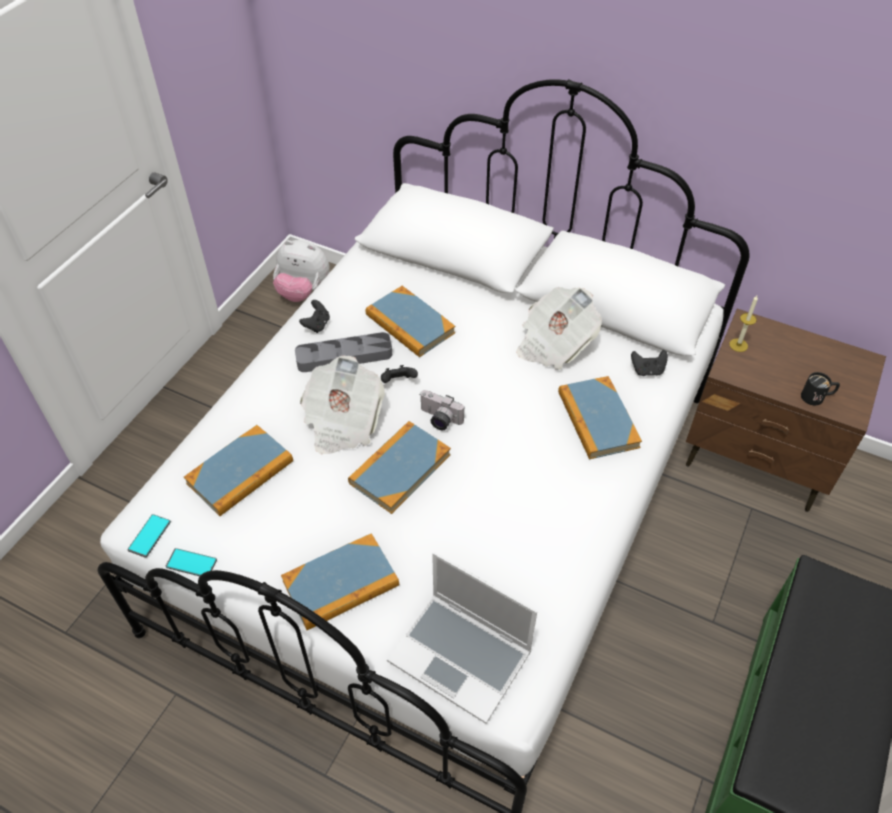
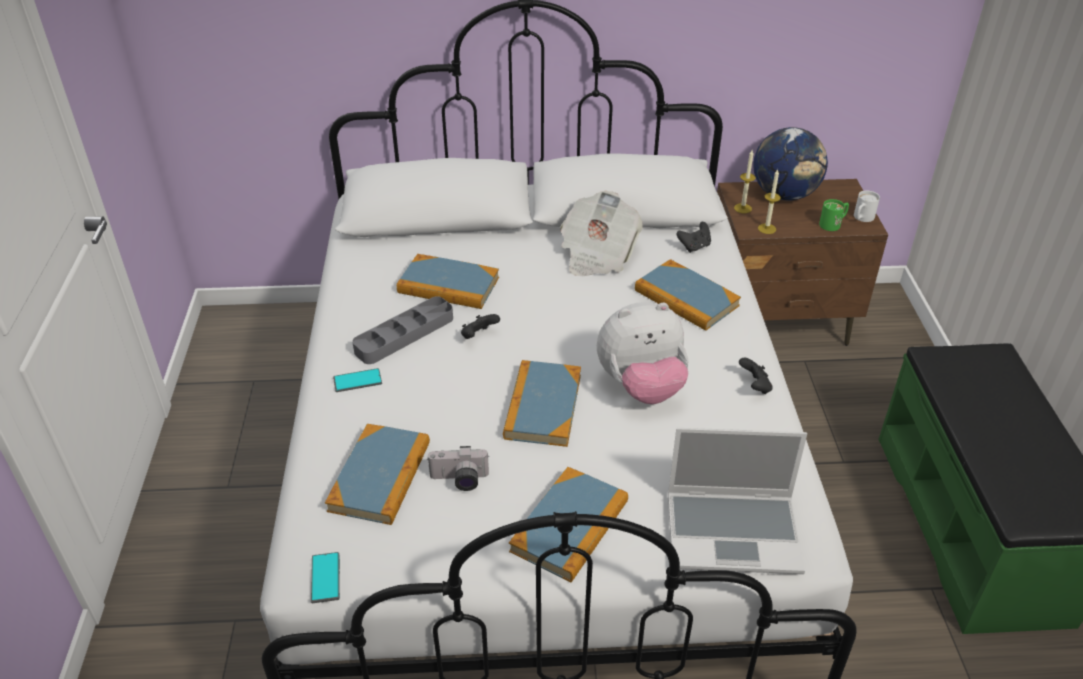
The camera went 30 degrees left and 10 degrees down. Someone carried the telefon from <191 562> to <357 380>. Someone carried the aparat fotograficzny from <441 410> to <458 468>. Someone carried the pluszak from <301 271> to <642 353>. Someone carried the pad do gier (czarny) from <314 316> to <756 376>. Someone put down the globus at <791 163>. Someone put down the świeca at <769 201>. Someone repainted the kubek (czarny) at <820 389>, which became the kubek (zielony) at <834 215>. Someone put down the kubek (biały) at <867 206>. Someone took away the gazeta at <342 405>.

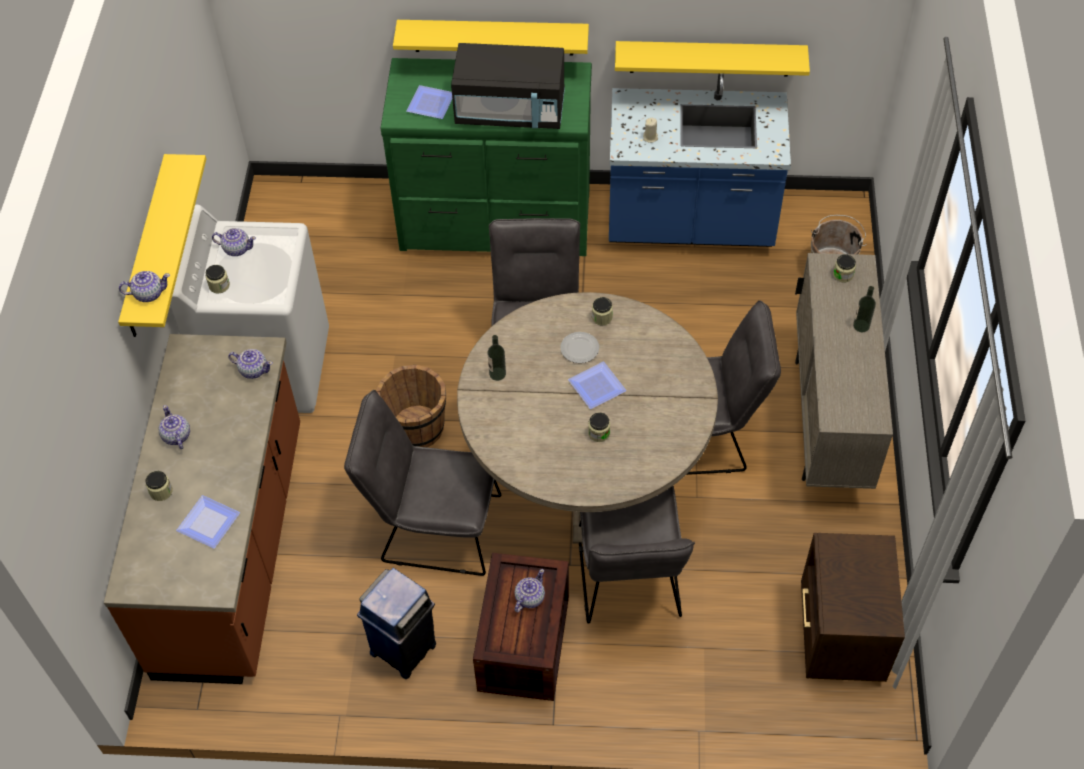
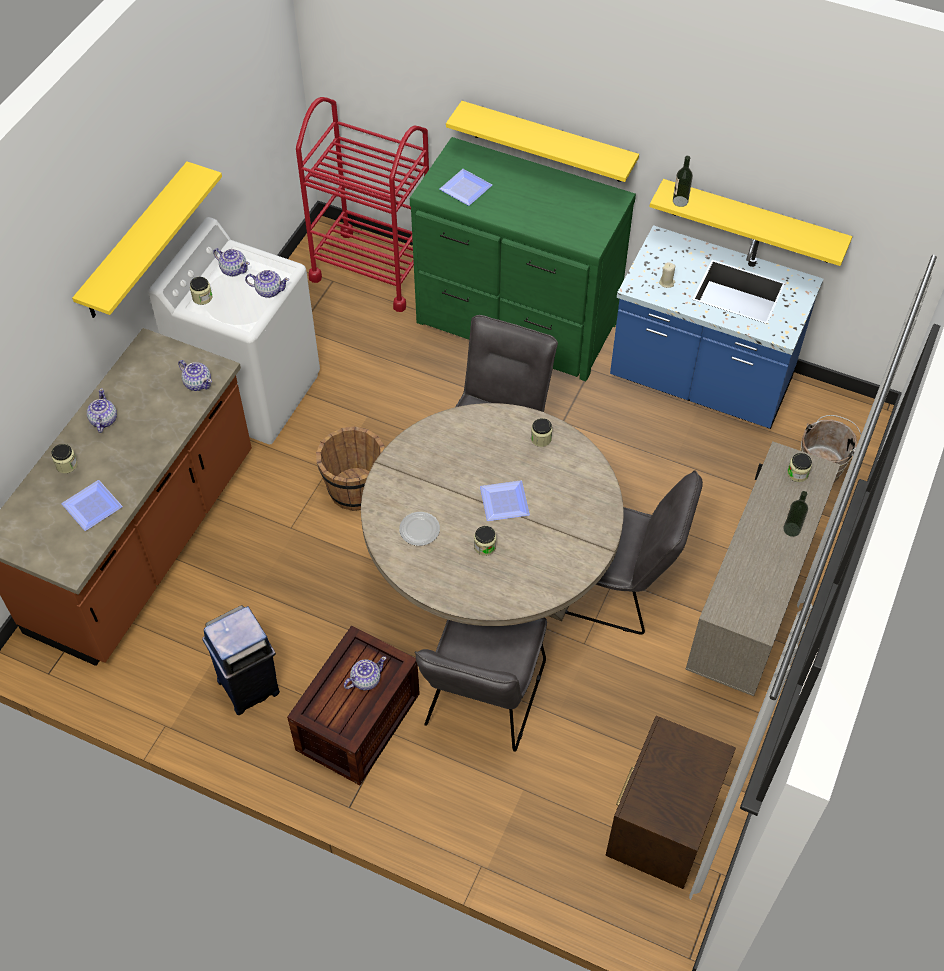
The camera went 20 degrees right and 0 degrees up. Someone carried the imbryk from <144 286> to <267 284>. Someone put down the wózek (czerwony) at <362 204>. Someone carried the talerz from <579 347> to <419 529>. Someone carried the butelka from <496 358> to <683 181>. Someone took away the krzesło (szary) at <422 483>. Someone took away the mikrofalówka (czarny) at <508 86>.

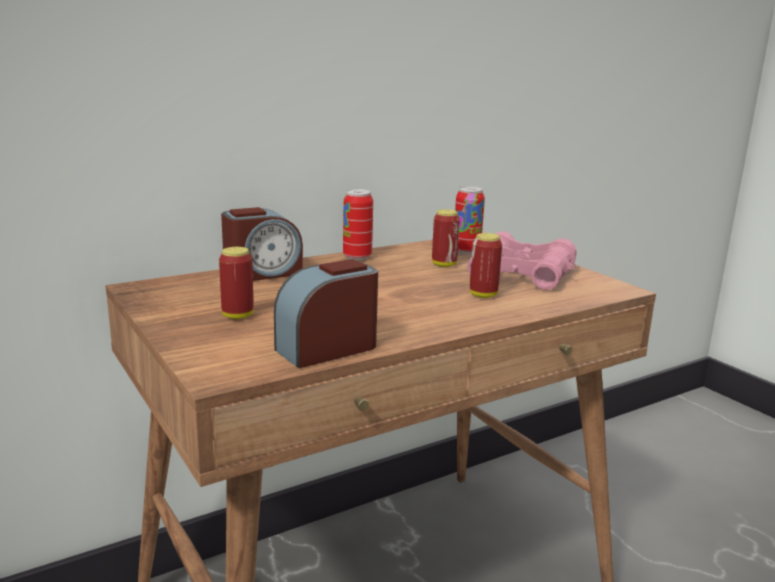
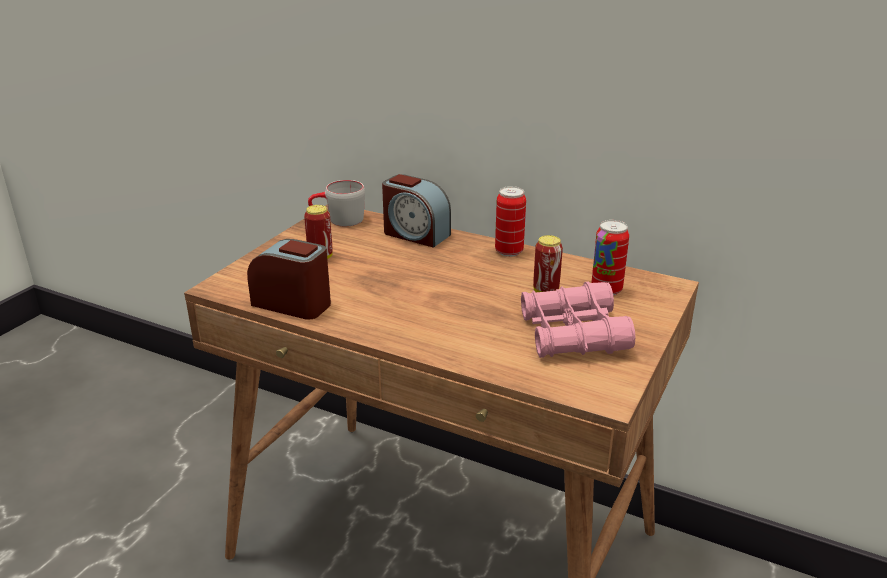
The camera went 60 degrees right and 10 degrees up. Someone put down the kubek (szary) at <336 203>. Someone took away the puszka at <486 265>.

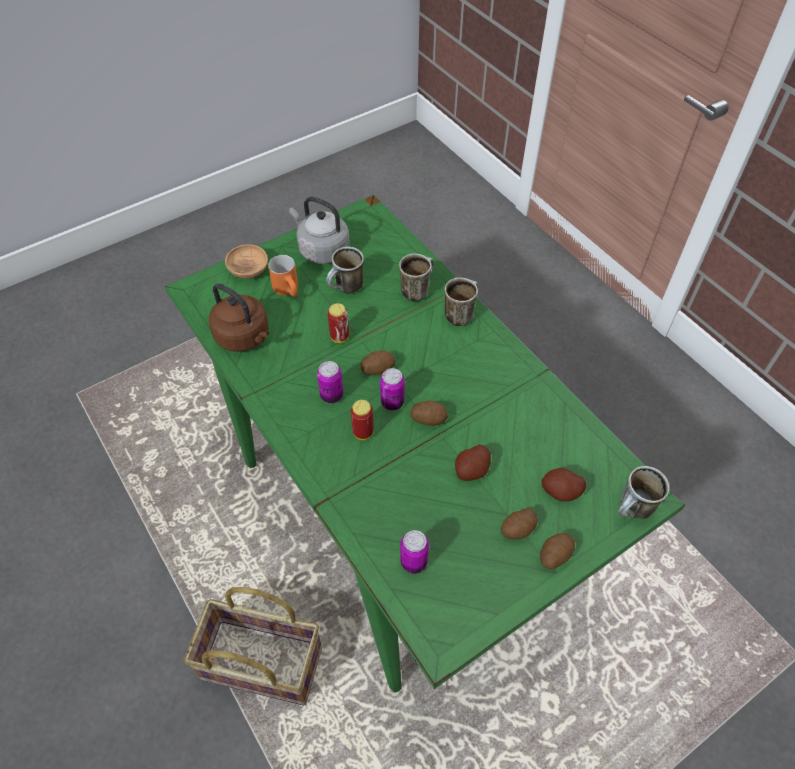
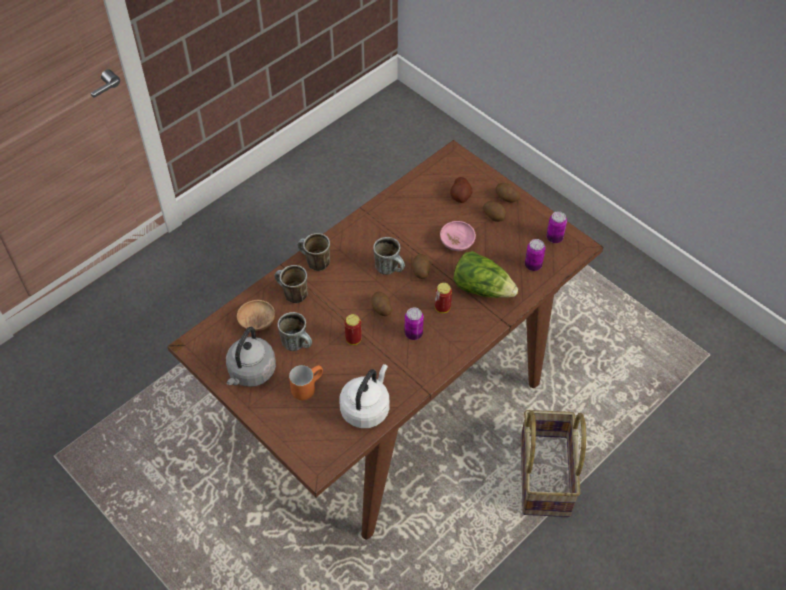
The camera went 100 degrees left and 0 degrees up. Someone repainted the stół jadalny (zielony) at <425 443>, which became the stół jadalny (brązowy) at <385 340>. Someone carried the miska (brązowy) from <246 261> to <256 315>. Someone repainted the czajnik (brązowy) at <239 317>, which became the czajnik (biały) at <364 396>. Someone carried the kubek from <644 492> to <389 256>. Someone swapped the ziemniak at <473 463> for the miska (różowy) at <458 236>. Someone put down the sałata at <486 274>. Someone carried the puszka from <392 389> to <556 227>.

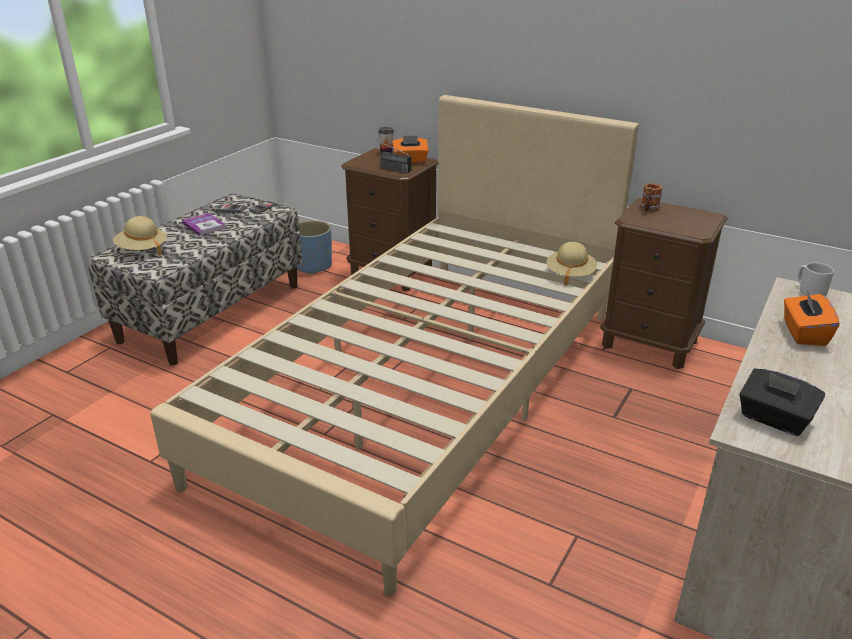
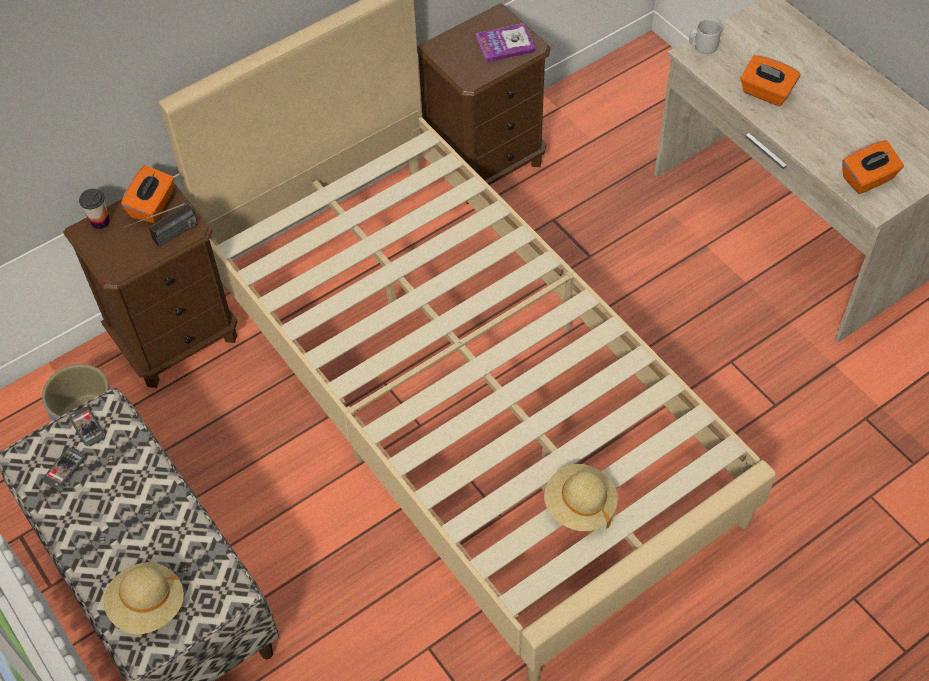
The camera went 65 degrees left and 25 degrees up. Someone carried the książka from <204 224> to <506 43>. Someone carried the kapelusz (beżowy) from <572 264> to <581 497>. Someone repainted the pudełko chusteczek (czarny) at <782 402>, which became the pudełko chusteczek (pomarańczowy) at <873 167>. Someone took away the kubek at <651 197>.

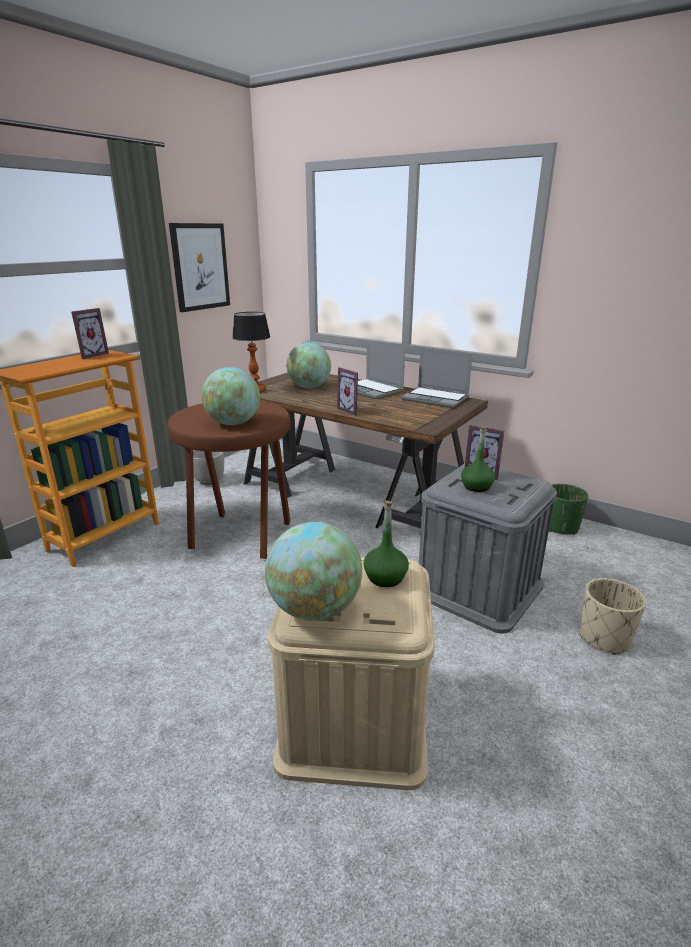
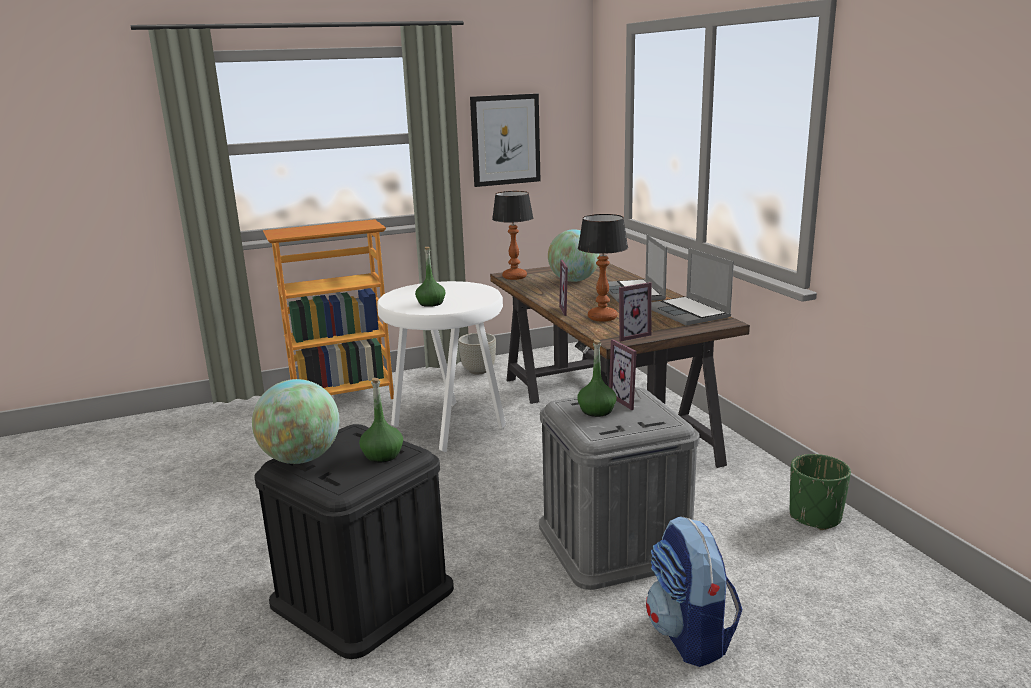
The camera went 35 degrees right and 5 degrees down. Someone repainted the pojemnik do przechowywania (beżowy) at <351 673>, which became the pojemnik do przechowywania (czarny) at <354 541>. Someone repainted the stołek (brązowy) at <229 480>, which became the stołek (biały) at <441 366>. Someone swapped the globus at <230 396> for the butelka (zielony) at <430 277>. Someone put down the lampa stołowa at <603 268>. Someone carried the ramka na zdjęcie from <90 333> to <635 311>. Someone swapped the donica (beżowy) at <613 616> for the plecak at <694 591>.

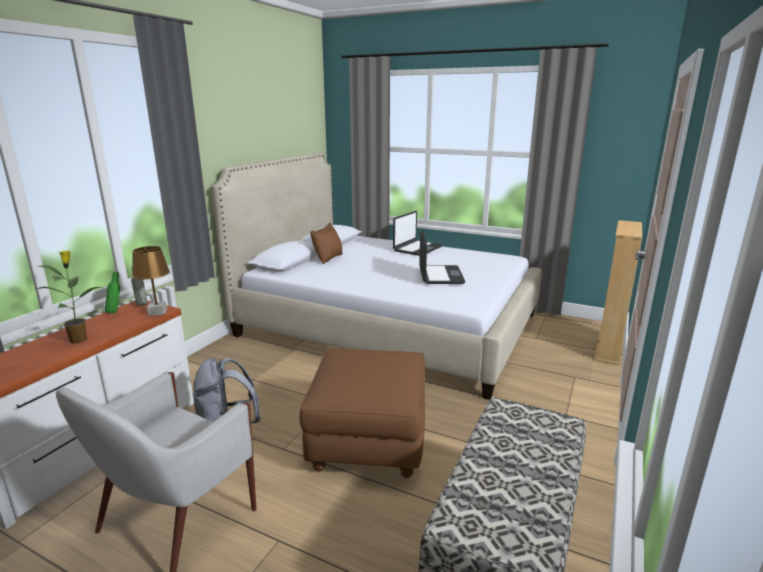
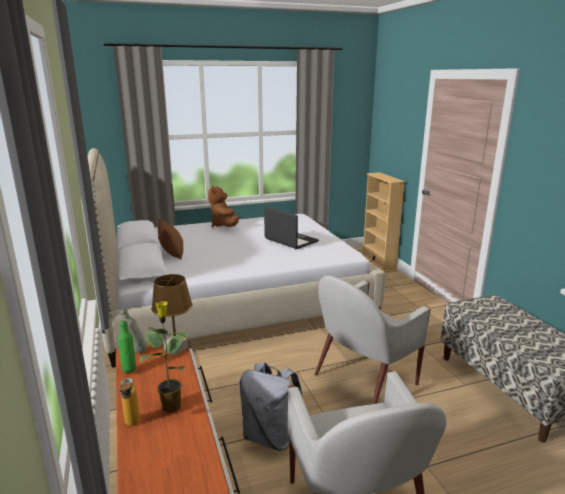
The camera went 45 degrees left and 0 degrees up. Someone put down the butelka at <129 402>. Someone swapped the laptop at <417 233> for the pluszak (brązowy) at <223 206>. Someone swapped the pufa (brązowy) at <362 413> for the fotel (biały) at <373 339>.

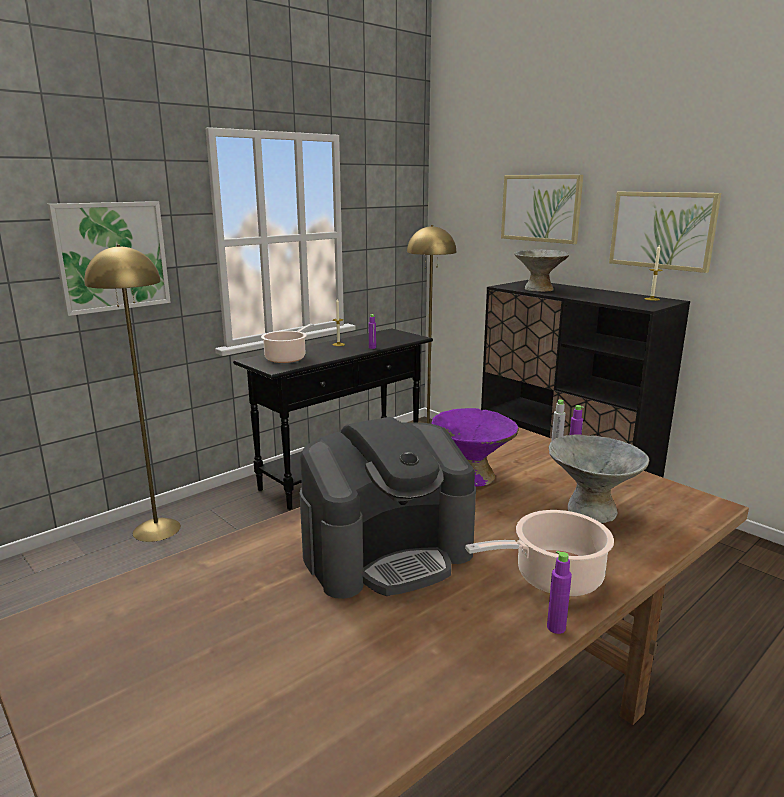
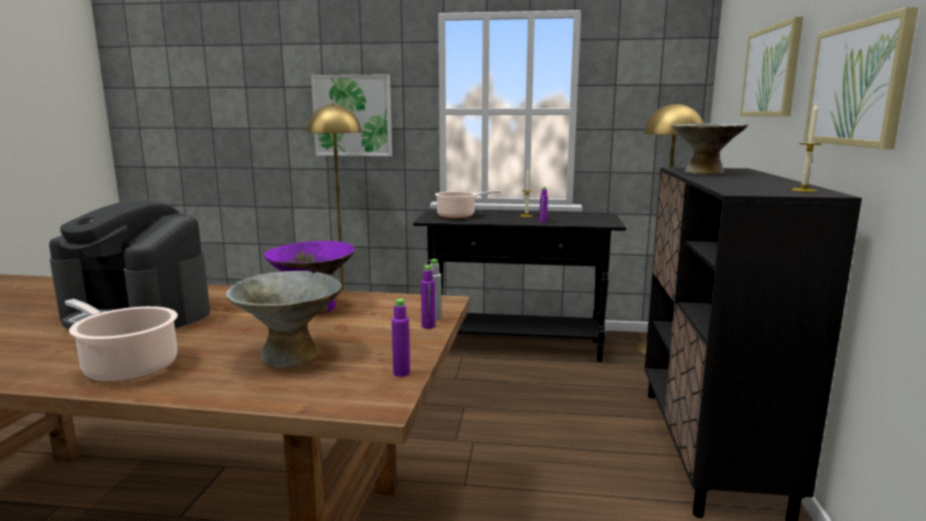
The camera went 50 degrees right and 5 degrees down. Someone carried the butelka (fioletowy) from <559 592> to <401 337>.

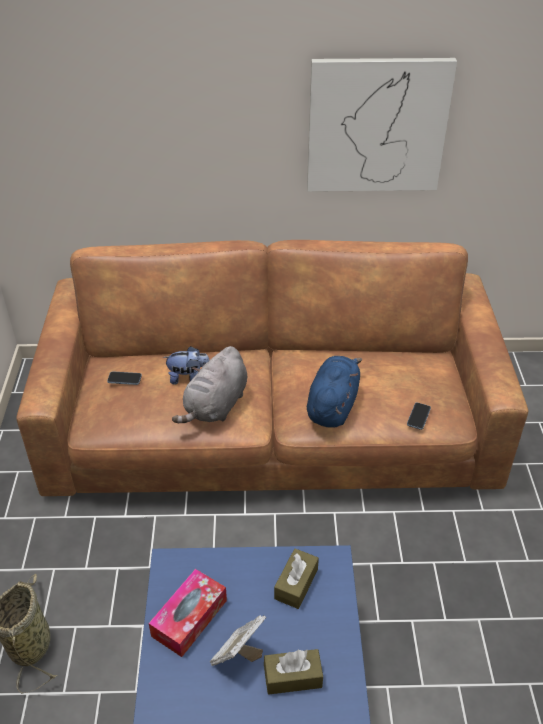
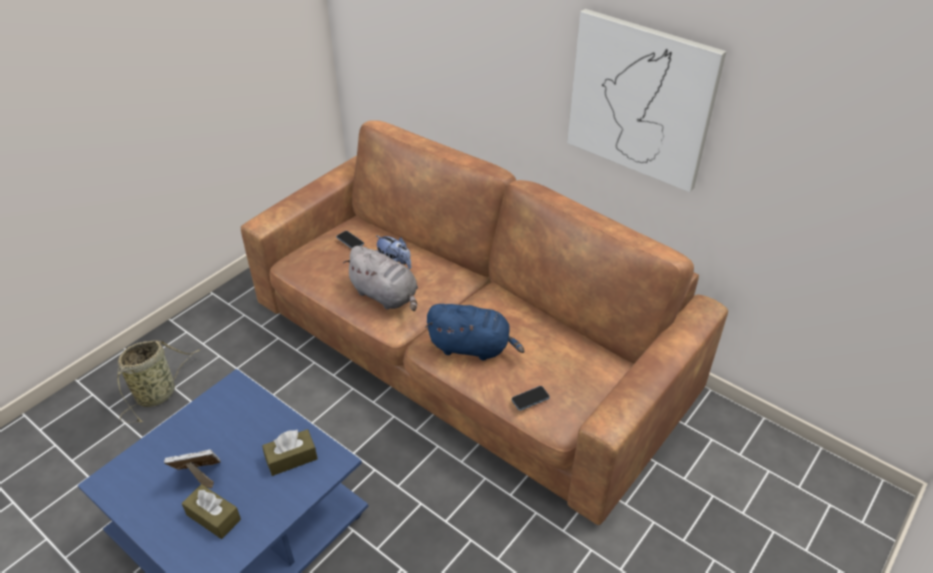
The camera went 40 degrees right and 0 degrees up. Someone rotated the pluszak (szary) at <209 384> by 120 degrees counterclockwise. Someone rotated the pluszak (niebieski) at <334 392> by 45 degrees clockwise. Someone took away the pudełko chusteczek at <188 613>.

